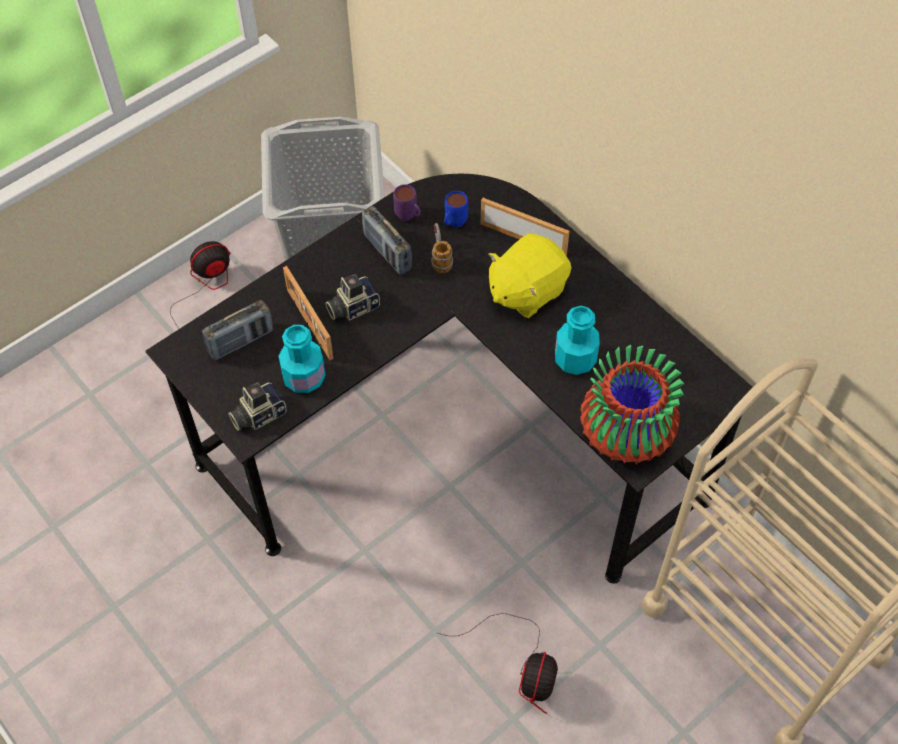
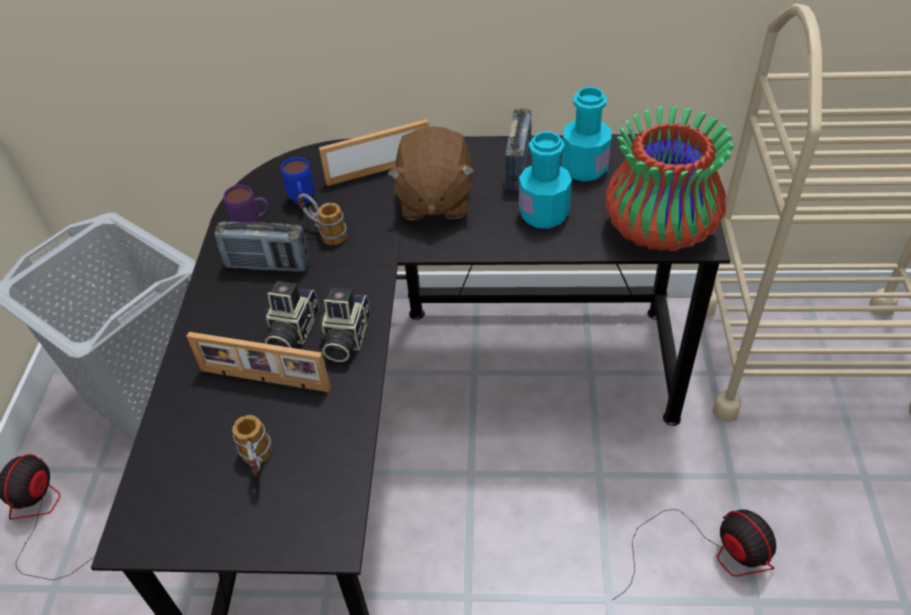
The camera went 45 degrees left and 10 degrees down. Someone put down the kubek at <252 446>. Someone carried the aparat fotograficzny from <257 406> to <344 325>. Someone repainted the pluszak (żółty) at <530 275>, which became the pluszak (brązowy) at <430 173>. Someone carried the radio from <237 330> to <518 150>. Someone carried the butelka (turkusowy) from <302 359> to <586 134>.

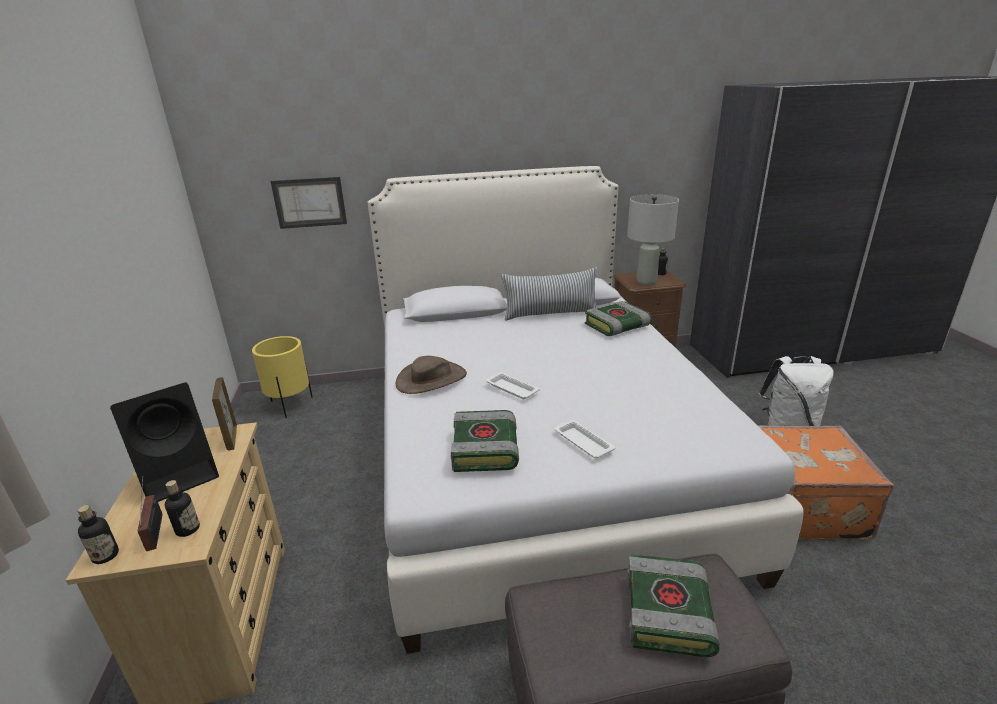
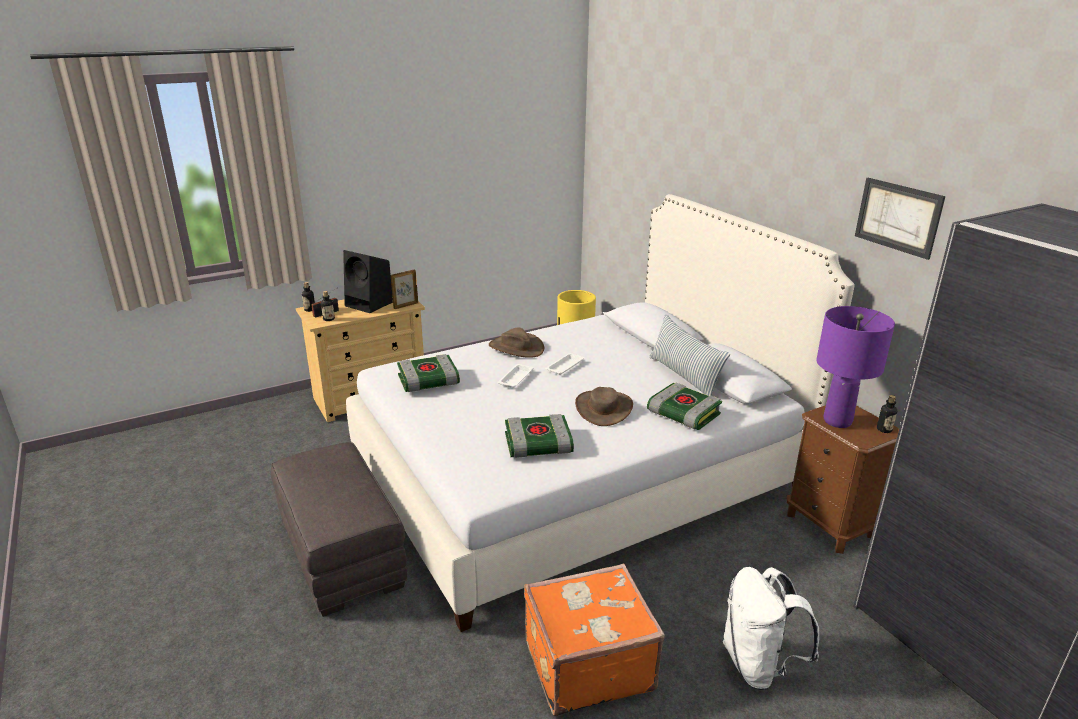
The camera went 70 degrees right and 0 degrees up. Someone carried the książka from <673 605> to <539 436>. Someone carried the taca (biały) from <585 439> to <564 364>. Someone put down the kapelusz (brązowy) at <604 406>. Someone repainted the lampa stołowa (szary) at <653 240>, which became the lampa stołowa (fioletowy) at <855 367>. Someone carried the obraz from <309 203> to <900 219>.

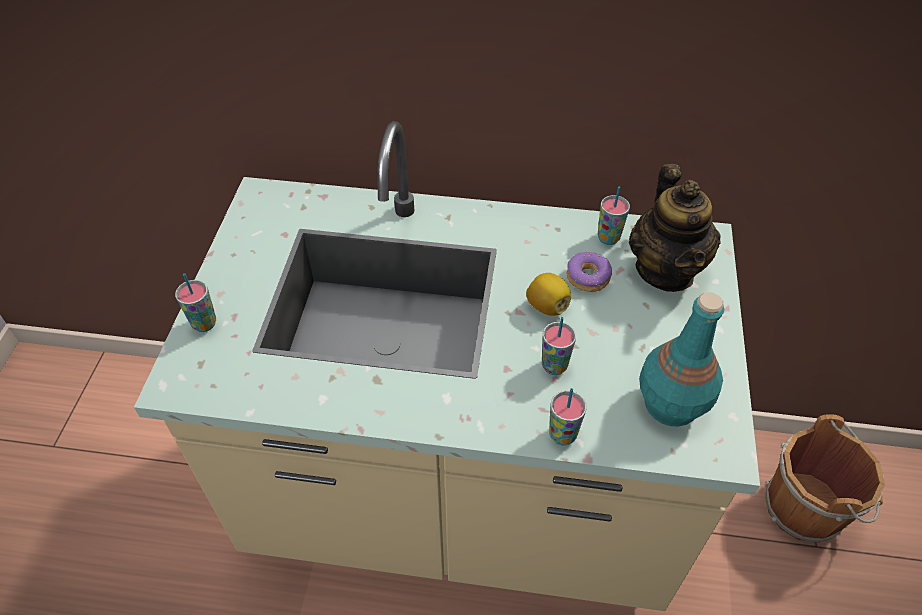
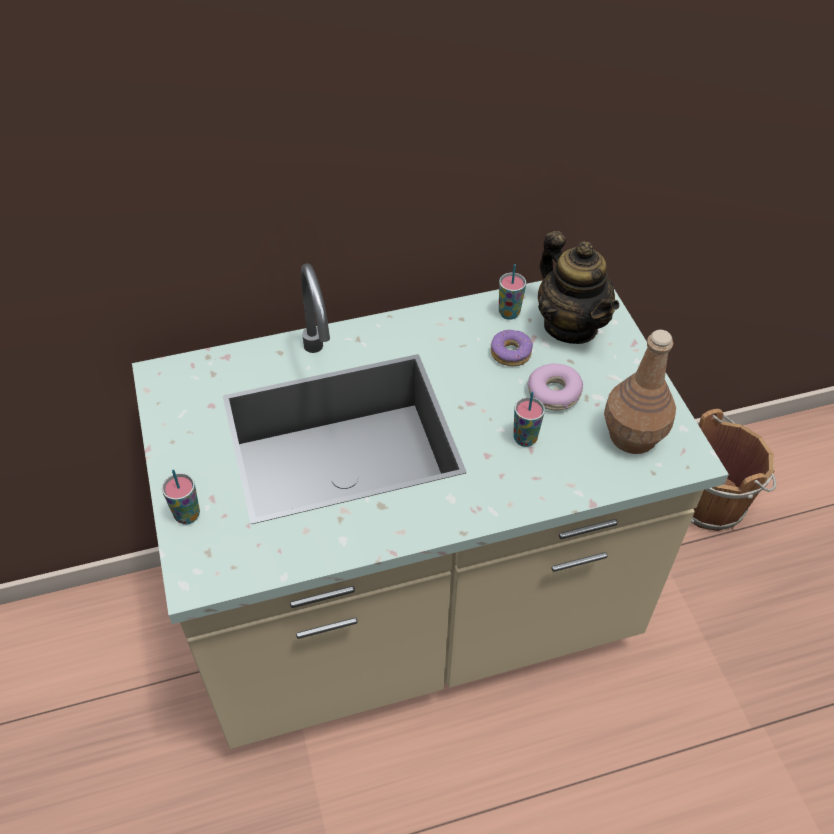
The camera went 25 degrees left and 0 degrees up. Someone put down the donut at <555 387>. Someone repainted the butelka (turkusowy) at <681 359>, which became the butelka (brązowy) at <640 392>. Someone took away the cytryna at <548 294>. Someone took away the filiżanka at <568 416>.

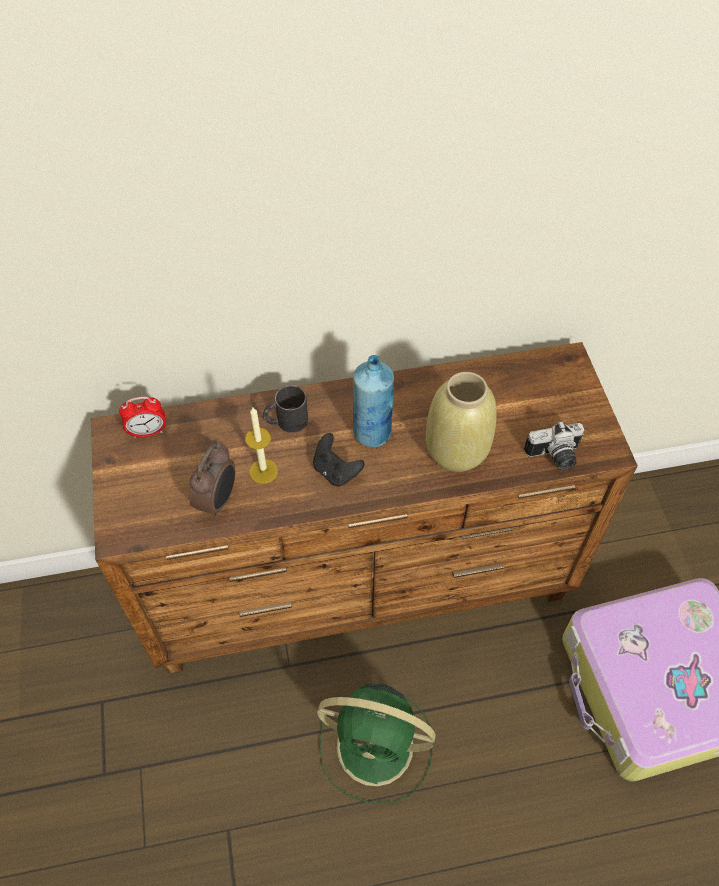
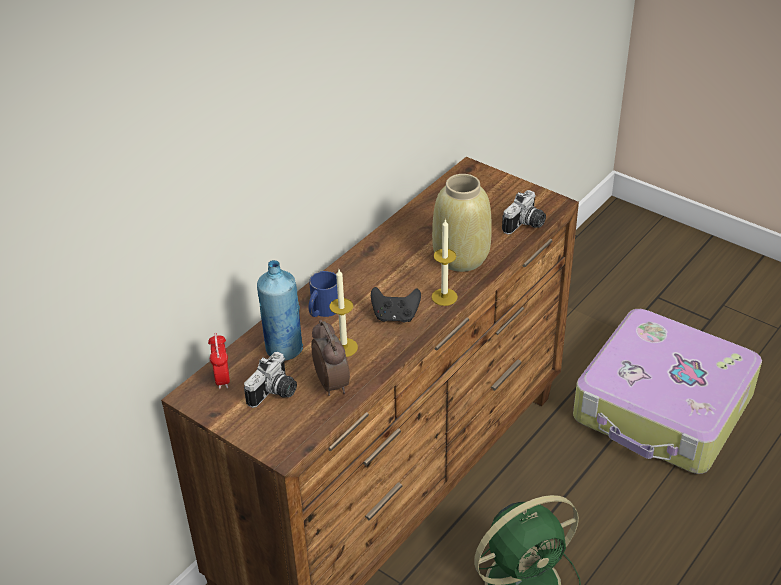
The camera went 40 degrees left and 15 degrees down. Someone rotated the budzik at <142 417> by 135 degrees clockwise. Someone put down the aparat fotograficzny at <270 380>. Someone carried the butelka (niebieski) from <373 401> to <280 310>. Someone repainted the kubek (czarny) at <285 409>, which became the kubek (niebieski) at <323 294>. Someone put down the świeca at <444 262>.

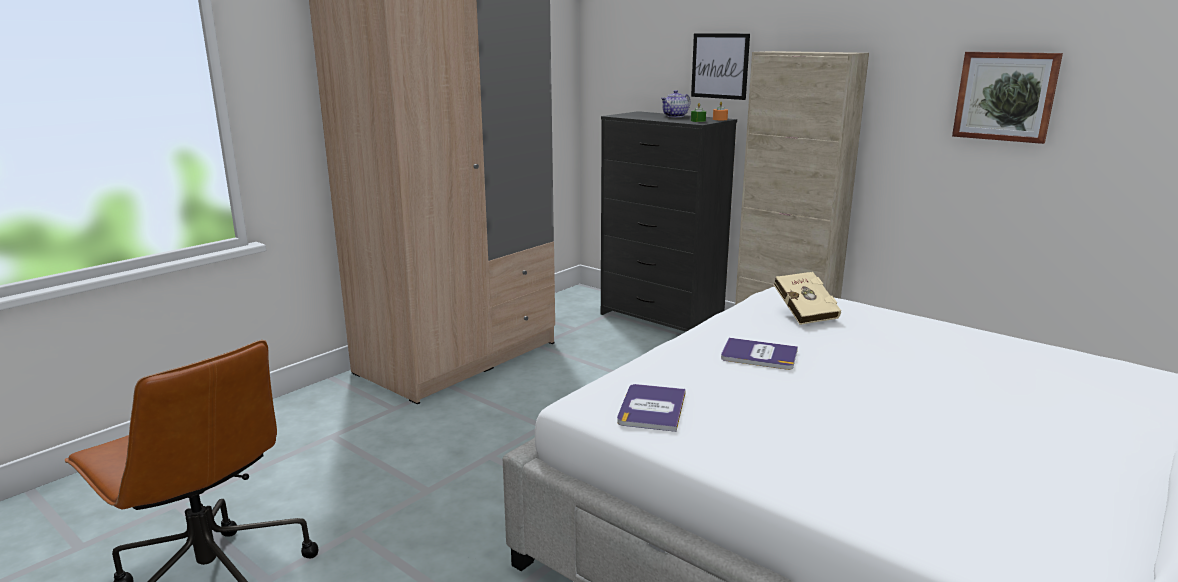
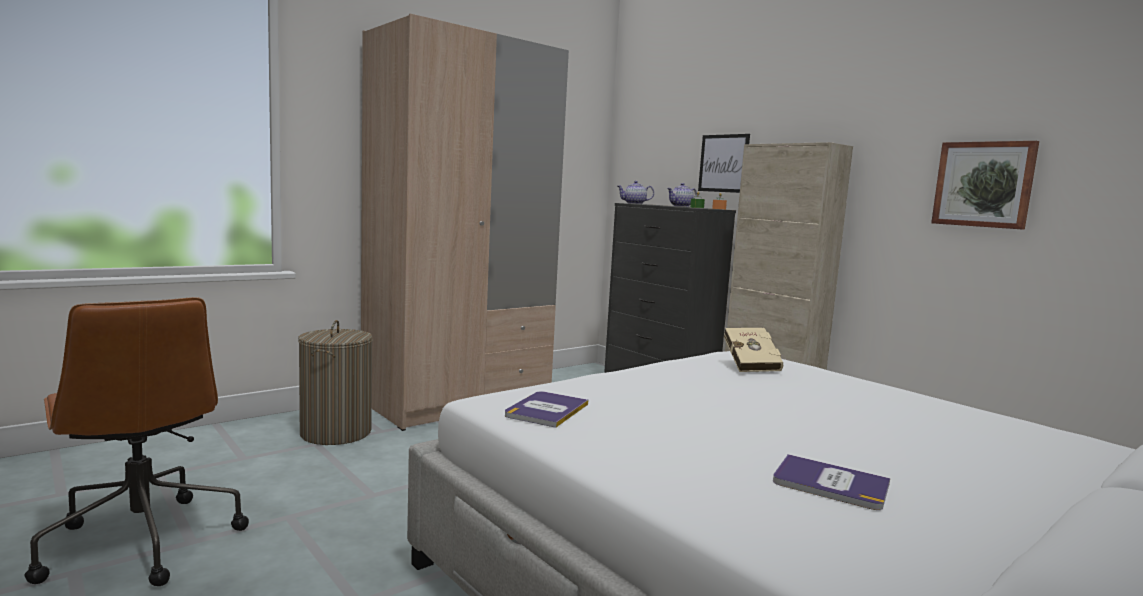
The camera went 10 degrees right and 10 degrees down. Someone put down the kosz na pranie at <335 382>. Someone put down the imbryk at <636 192>. Someone carried the książka from <759 354> to <831 482>.

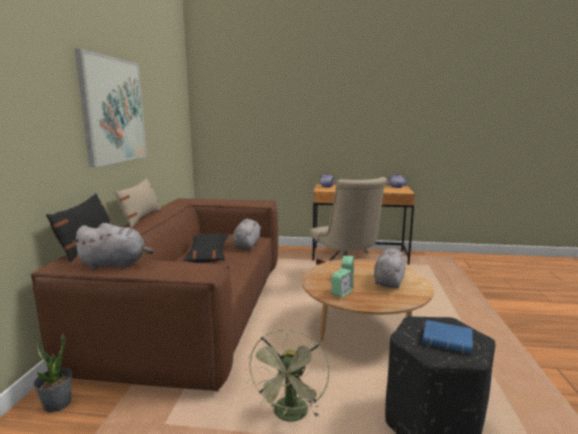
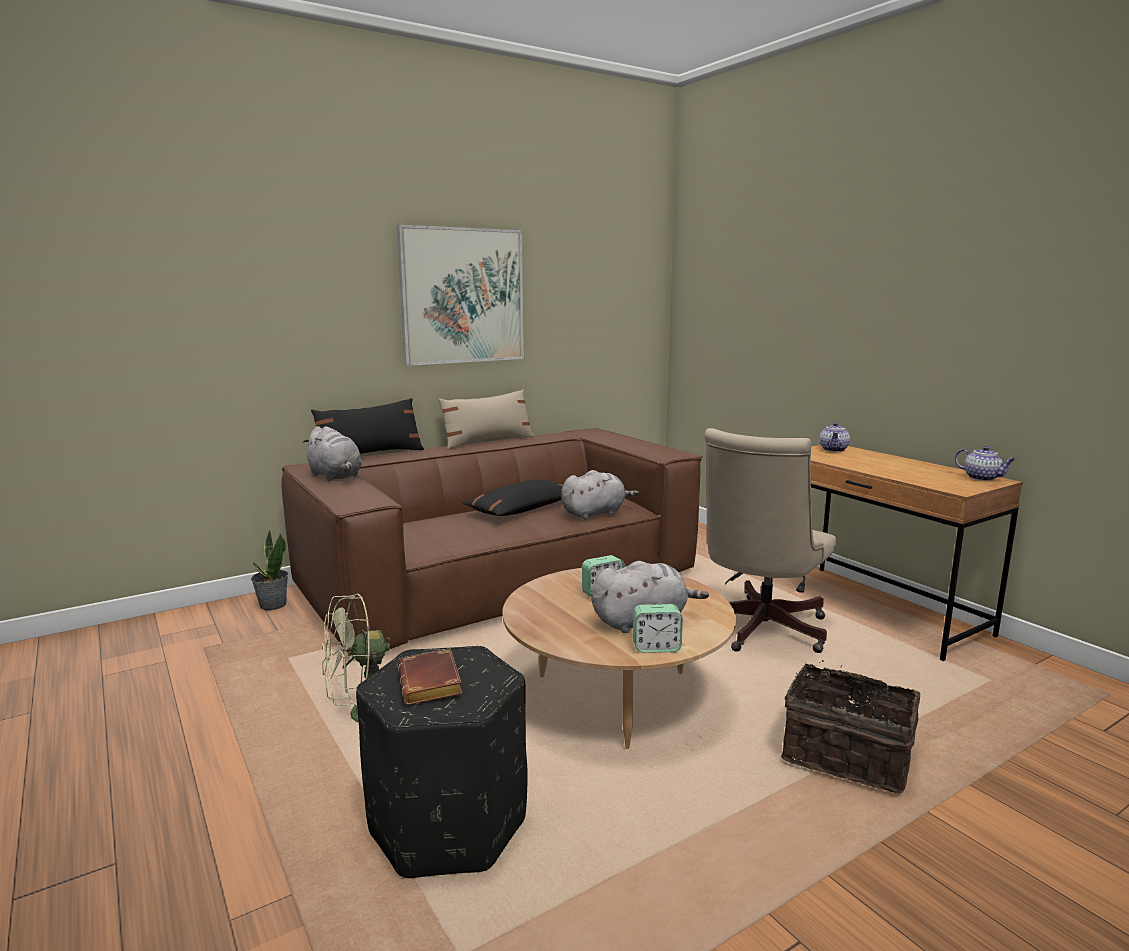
The camera went 50 degrees right and 0 degrees up. Someone repainted the książka (niebieski) at <448 337>, which became the książka (brązowy) at <430 676>. Someone carried the budzik from <342 283> to <658 628>. Someone put down the koszyk at <850 726>.

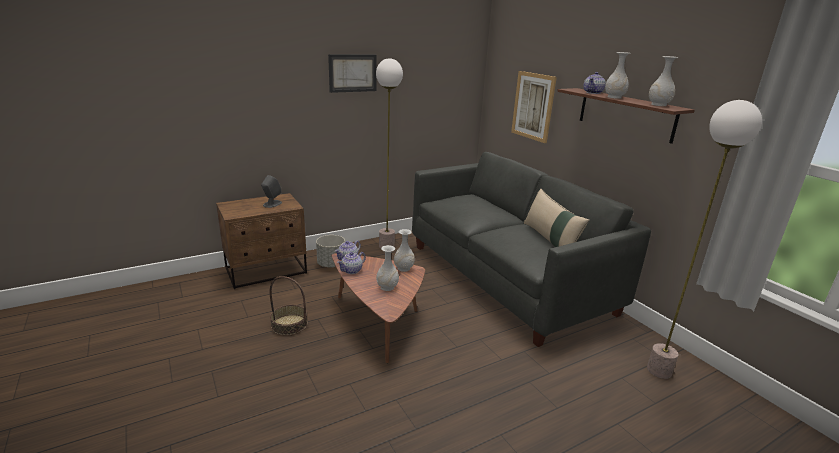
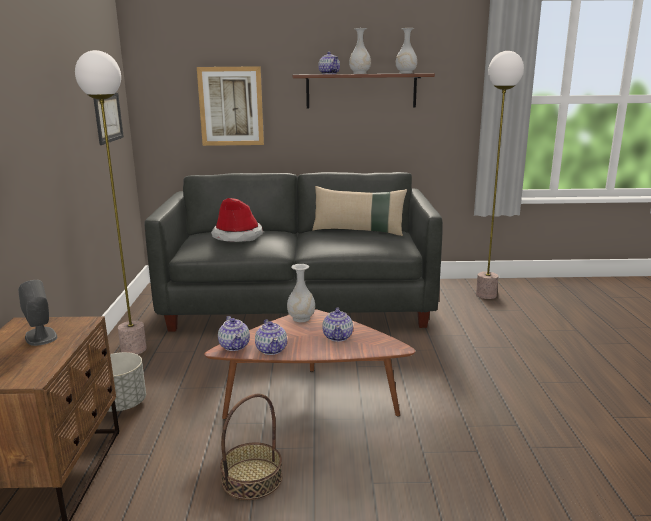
The camera went 60 degrees left and 5 degrees down. Someone carried the obraz from <352 73> to <108 118>. Someone put down the kapelusz at <237 220>. Someone swapped the wazon (biały) at <387 268> for the imbryk at <337 324>.

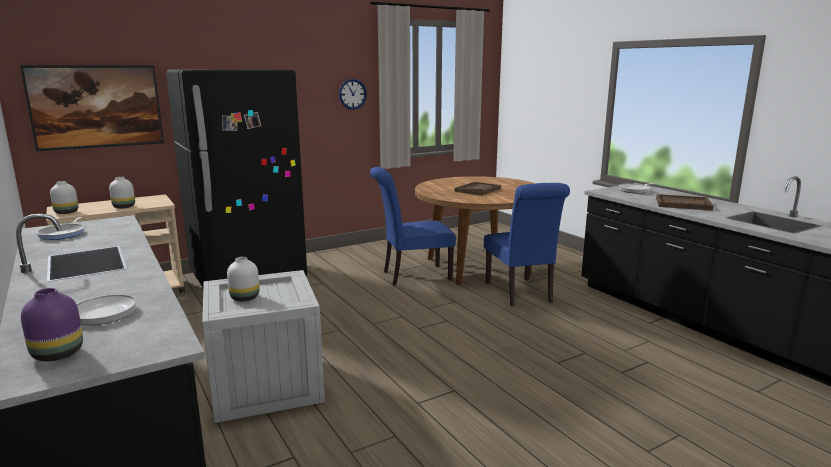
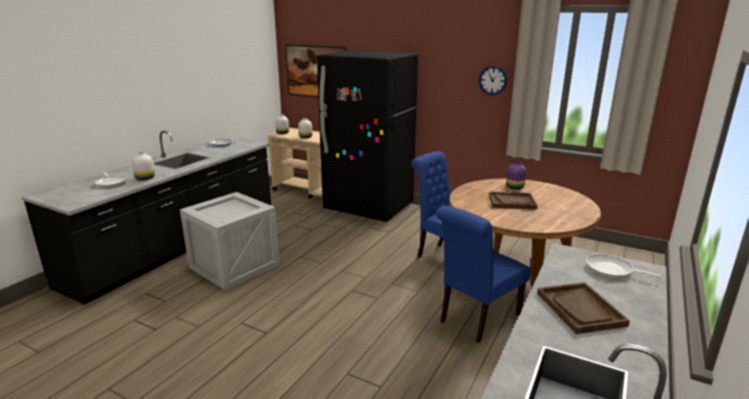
The camera went 60 degrees right and 5 degrees up. Someone carried the wazon (biały) from <243 279> to <143 166>. Someone carried the wazon (fioletowy) from <52 324> to <516 176>.

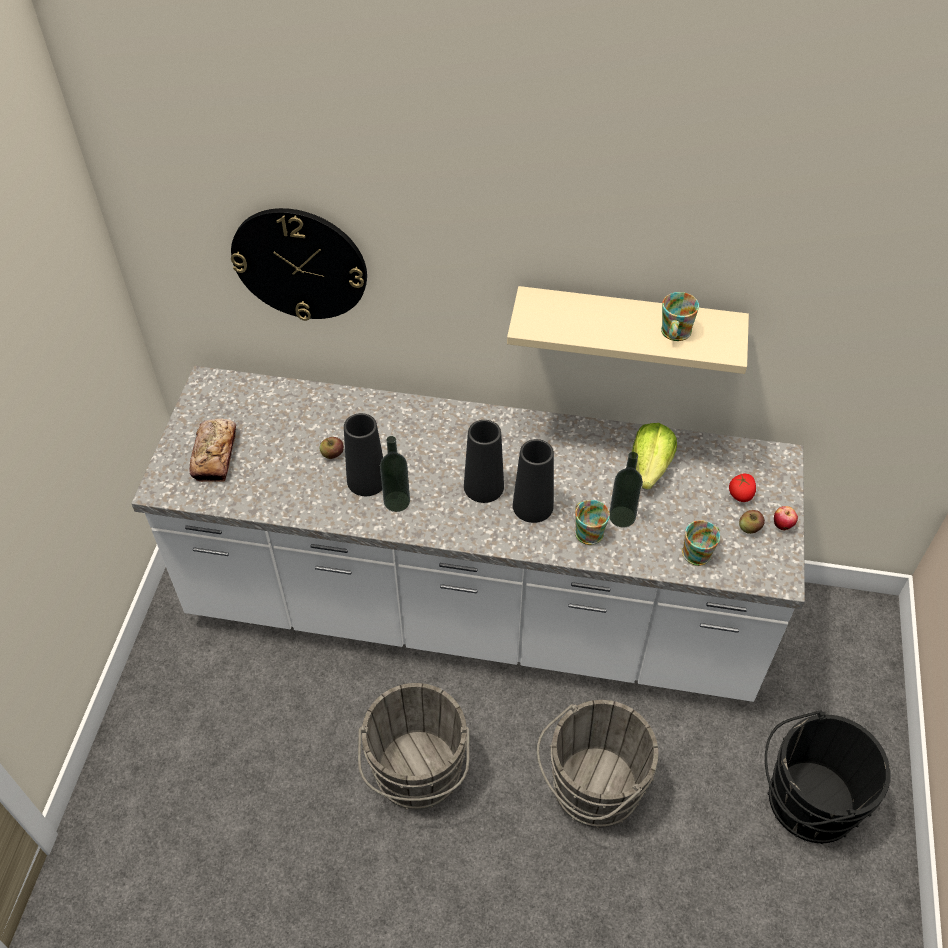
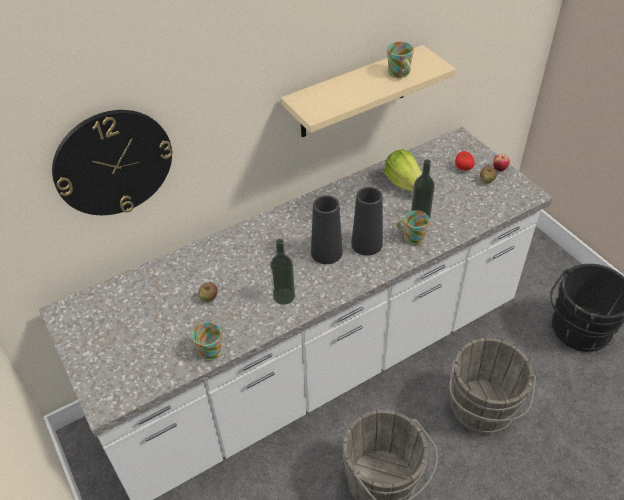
The camera went 40 degrees left and 5 degrees down. Someone carried the kubek from <701 543> to <207 341>. Someone took away the chleb at <212 450>. Someone took away the wazon (czarny) at <363 454>.

